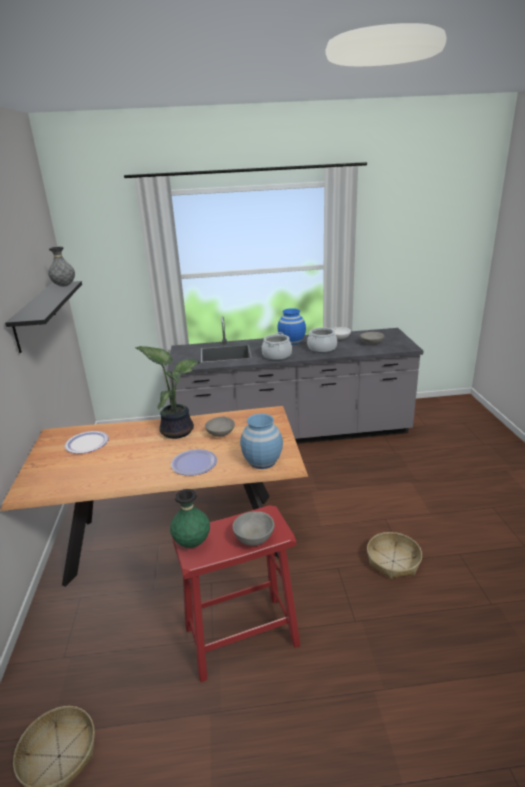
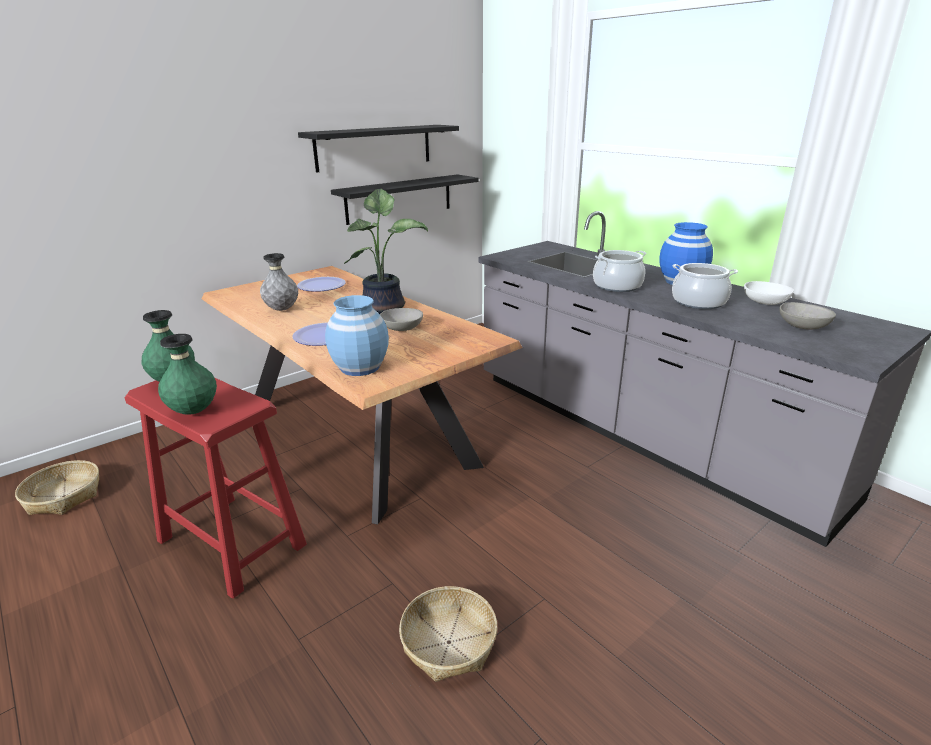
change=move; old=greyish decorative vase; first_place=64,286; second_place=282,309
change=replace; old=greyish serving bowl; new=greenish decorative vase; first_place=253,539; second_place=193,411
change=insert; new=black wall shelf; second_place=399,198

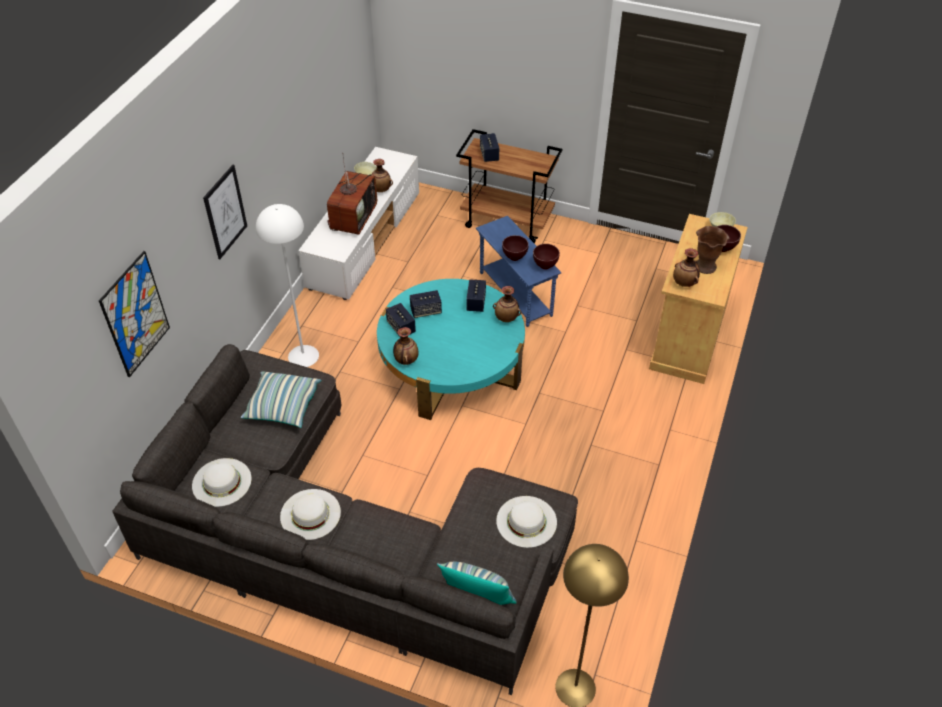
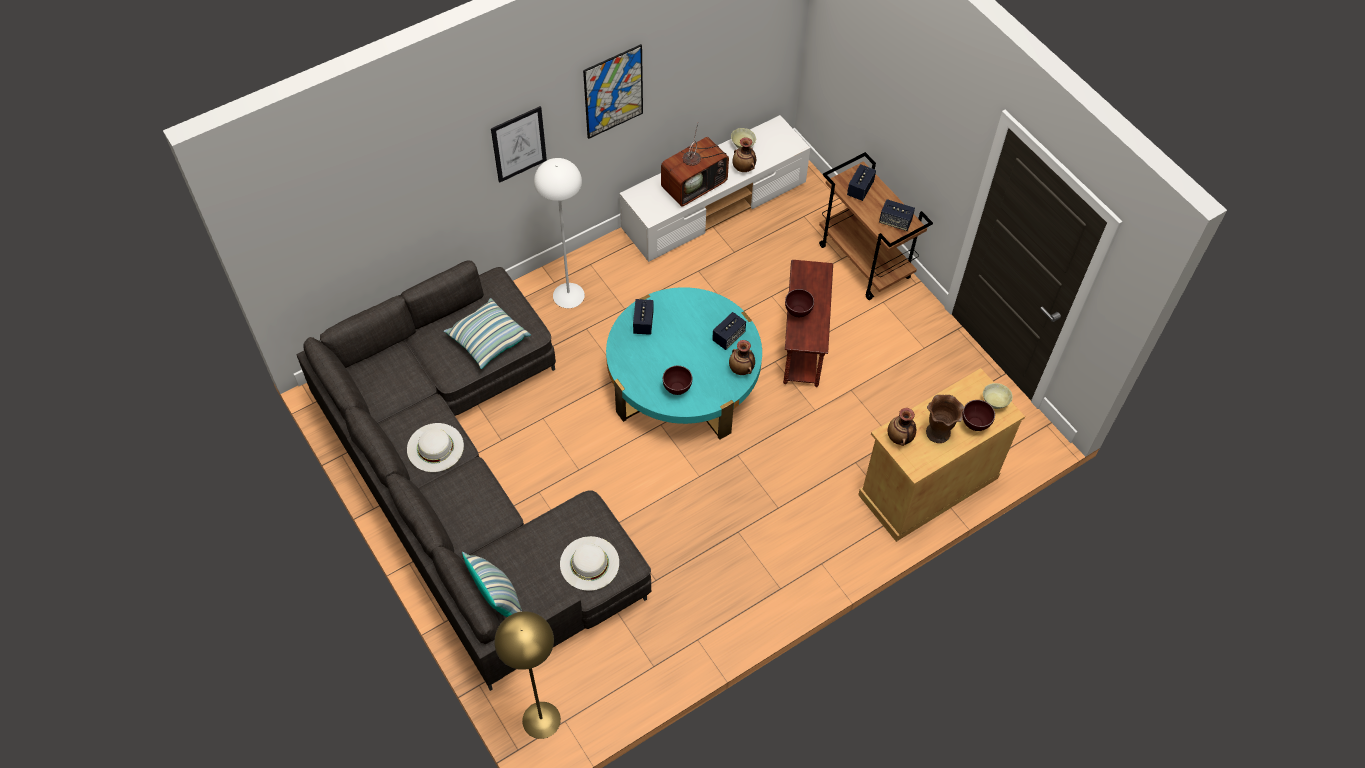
change=recolor; old=bluish end table; new=brown-coloured end table; first_place=516,294; second_place=804,344
change=move; old=brown-coloured serving bowl; first_place=545,266; second_place=677,390
change=move; old=picture; first_place=135,314; second_place=613,92
change=move; old=speaker; first_place=426,311; second_place=895,222
change=delete; old=decorative vase; first_place=406,360
change=delete; old=white hat; first_place=222,482

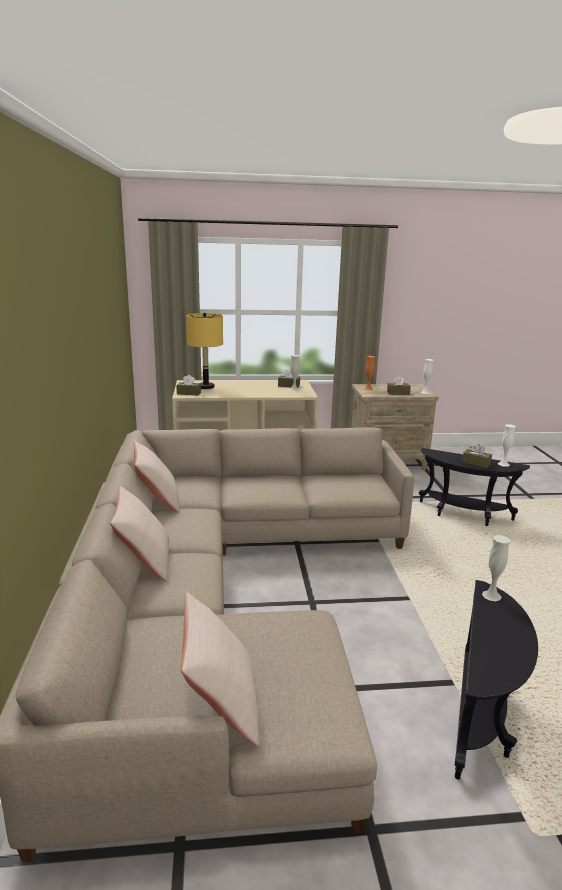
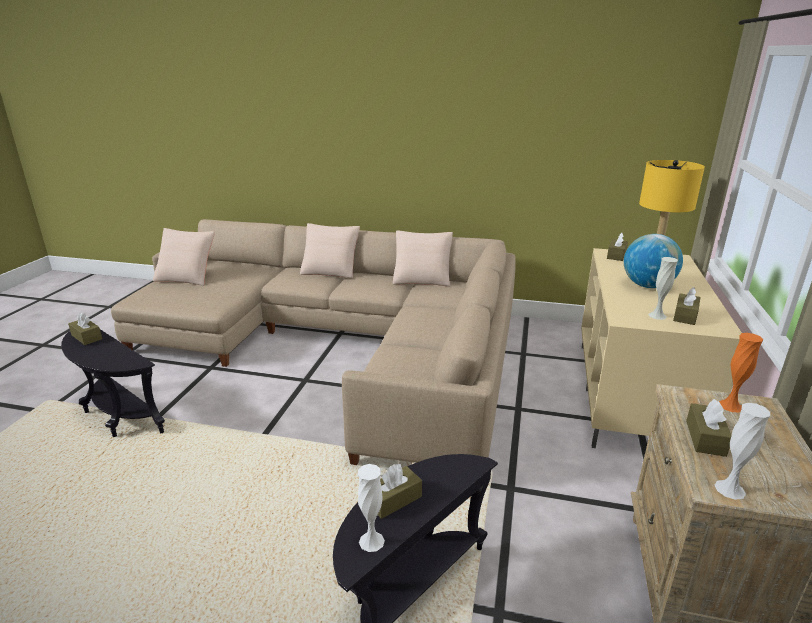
change=delete; old=white decorative vase; first_place=491,595
change=insert; new=desk globe; second_place=647,286
change=insert; new=brown-coloured tissue holder; second_place=87,337

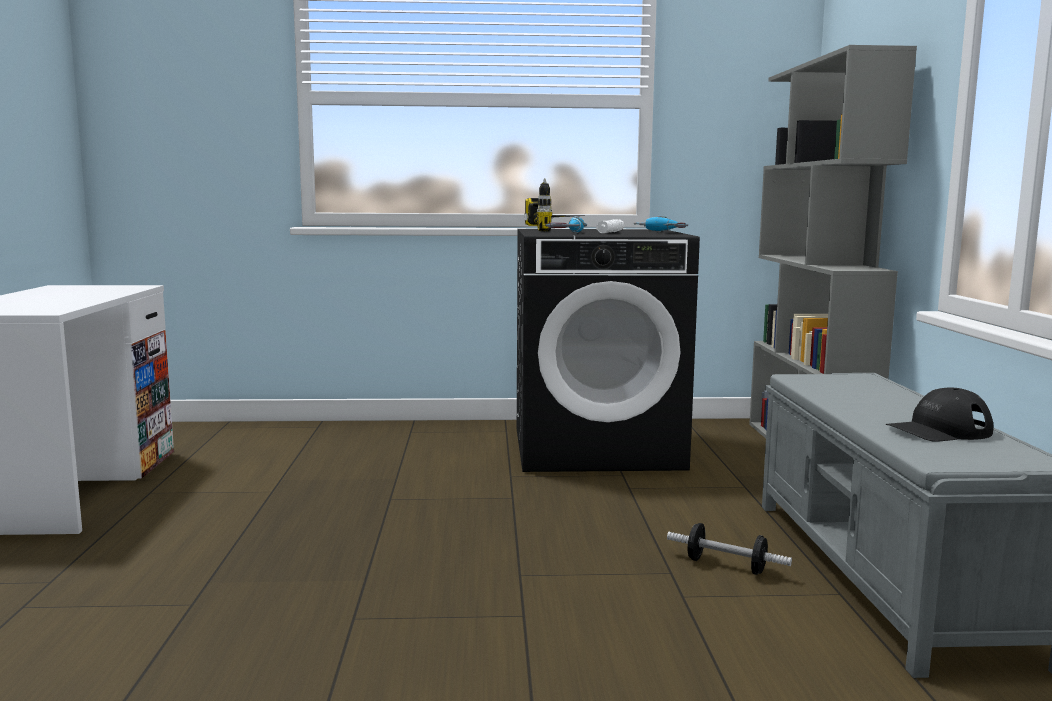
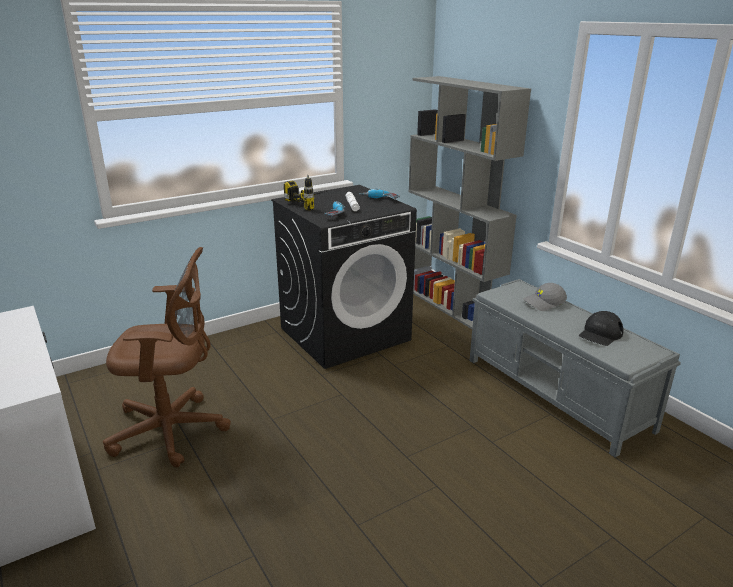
change=delete; old=dumbbell; first_place=726,566
change=insert; new=brown-coloured computer chair; second_place=173,431
change=insert; new=greyish cap; second_place=544,303

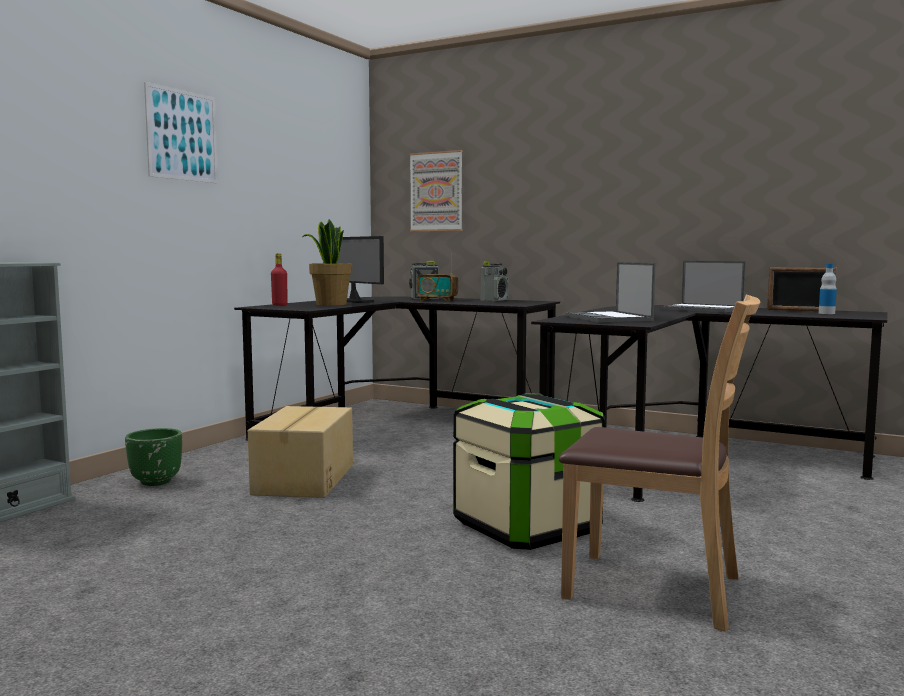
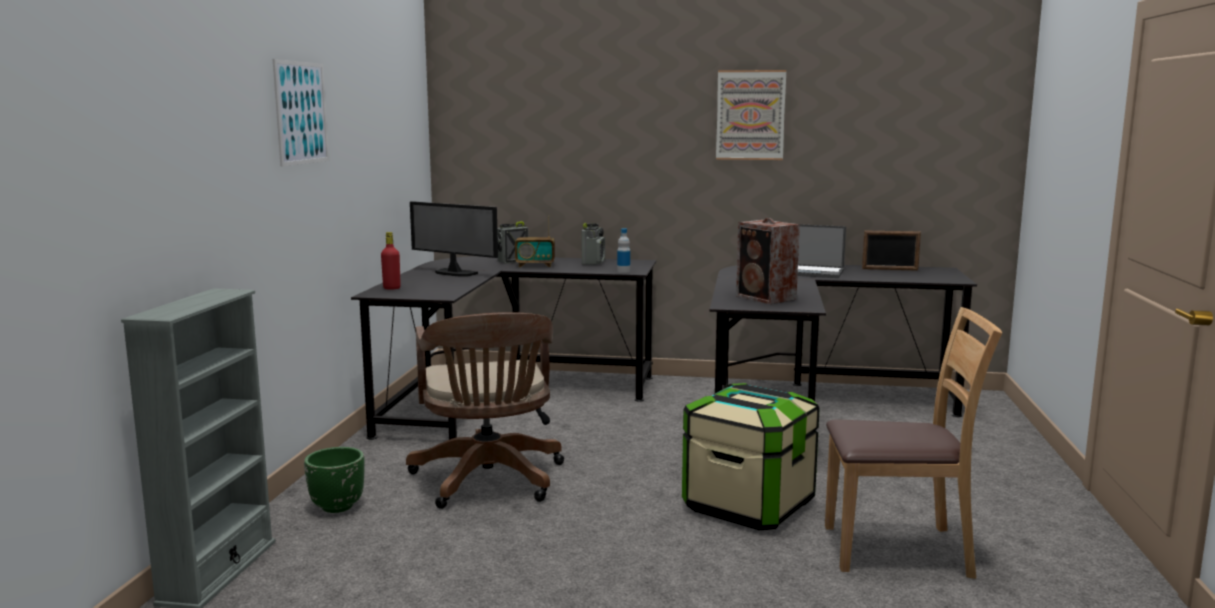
change=move; old=picture; first_place=436,191; second_place=750,115
change=delete; old=potted plant; first_place=330,304
change=replace; old=portable computer; new=speaker; first_place=609,318; second_place=766,298
change=move; old=drink bottle; first_place=826,313; second_place=623,271
change=replace; old=packing box; new=brown-coloured computer chair; first_place=303,479; second_place=489,482

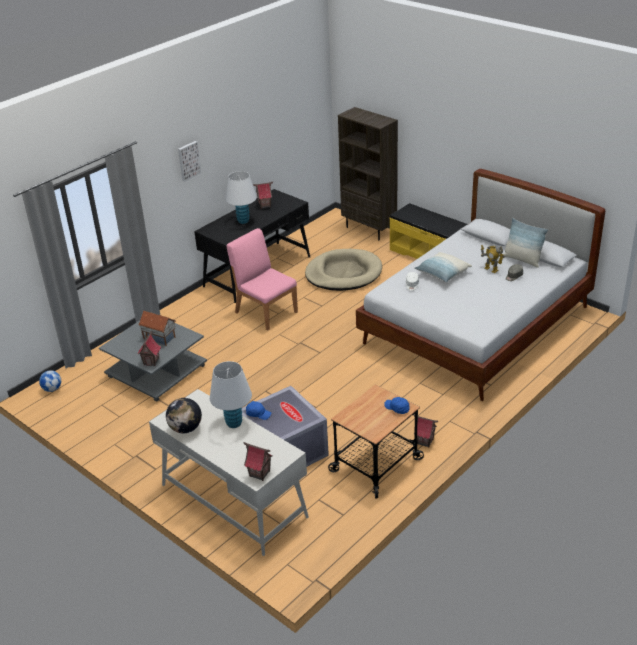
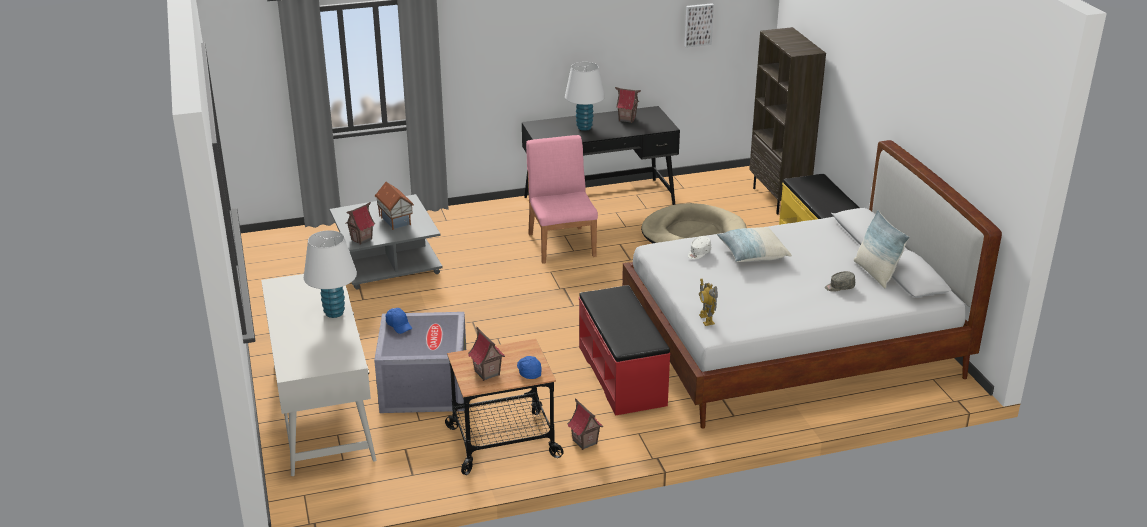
change=move; old=picture; first_place=188,160; second_place=698,24
change=move; old=robot figure; first_place=491,269; second_place=706,319
change=delete; old=ball for football; first_place=52,389
change=delete; old=desk globe; first_place=185,429
change=move; old=toy house; first_place=259,474; second_place=487,373
change=insert; new=red indoor bench; second_place=622,375

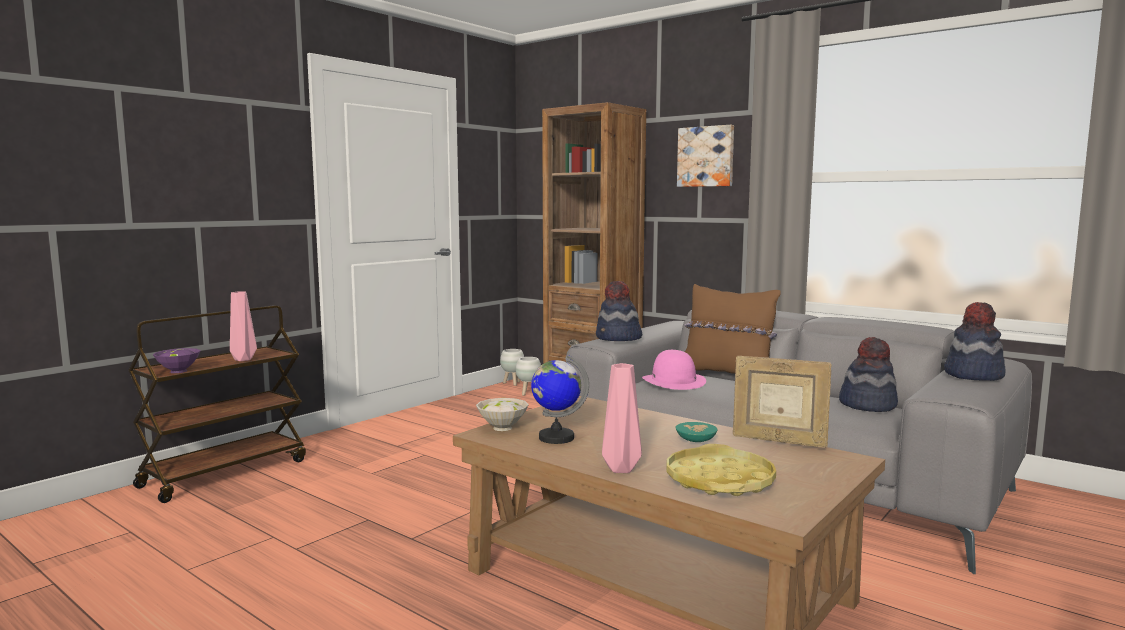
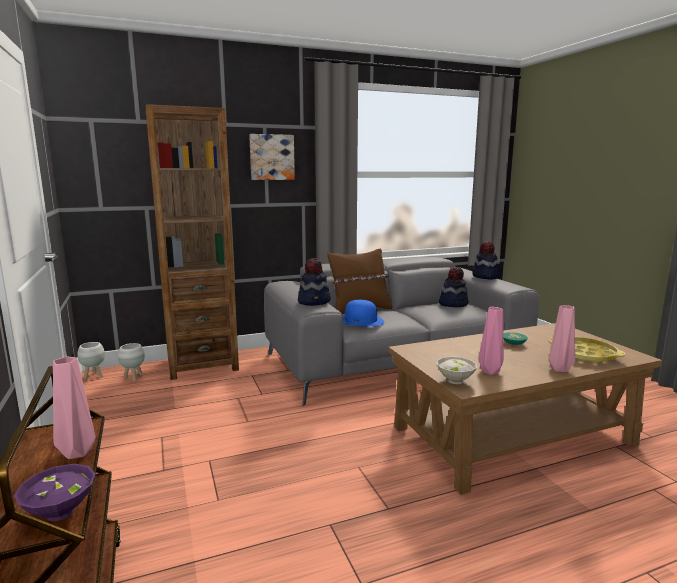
change=recolor; old=pink-coloured hat; new=bluish hat; first_place=674,381; second_place=361,321
change=replace; old=desk globe; new=pink-coloured decorative vase; first_place=556,438; second_place=489,371
change=delete; old=photo frame; first_place=778,441

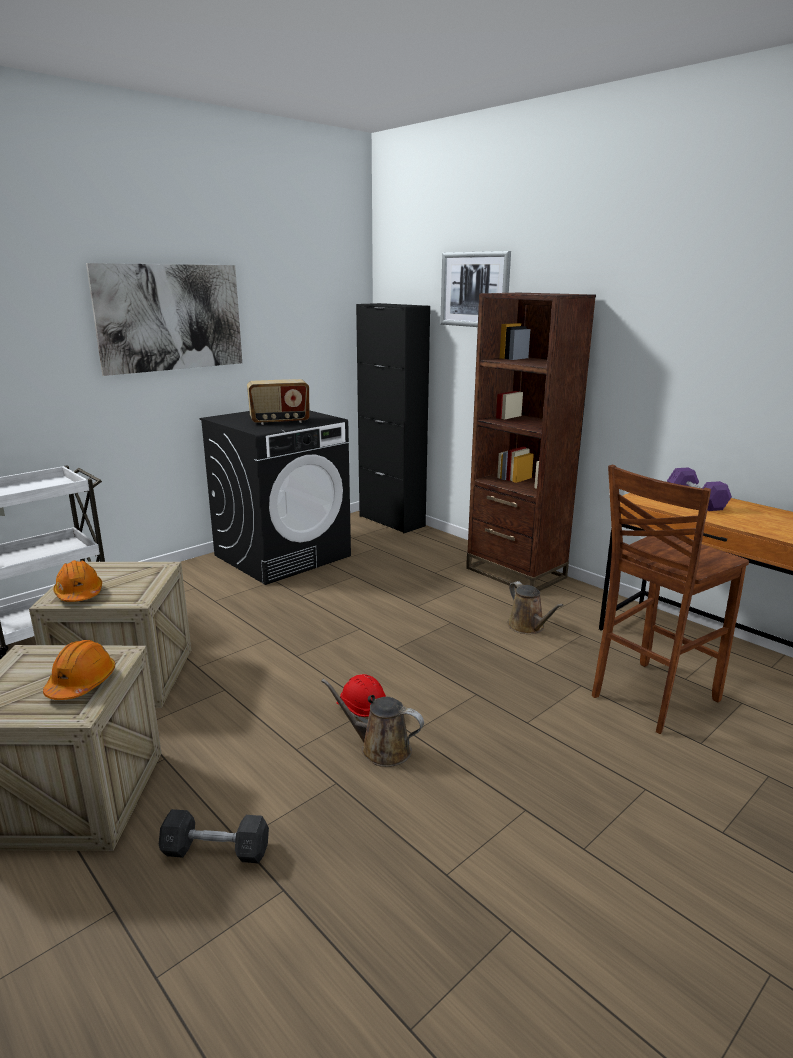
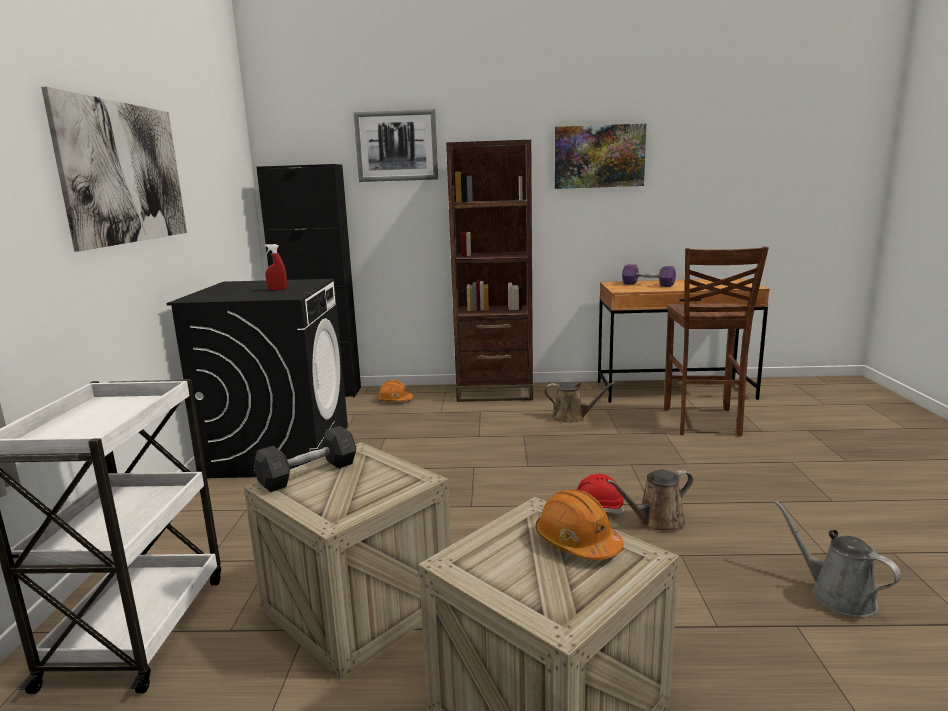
change=replace; old=radio; new=red spray bottle; first_place=279,421; second_place=277,289
change=move; old=orangey safety helmet; first_place=79,593; second_place=395,400
change=move; old=greyish dumbbell; first_place=216,850; second_place=308,474
change=insert; new=picture; second_place=599,156
change=insert; new=greyish watering can; second_place=837,595

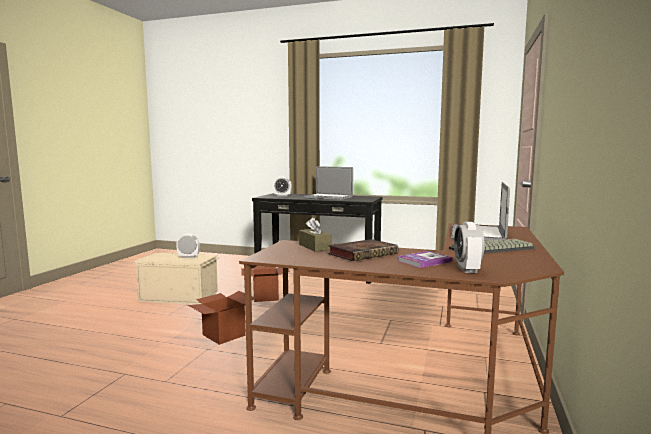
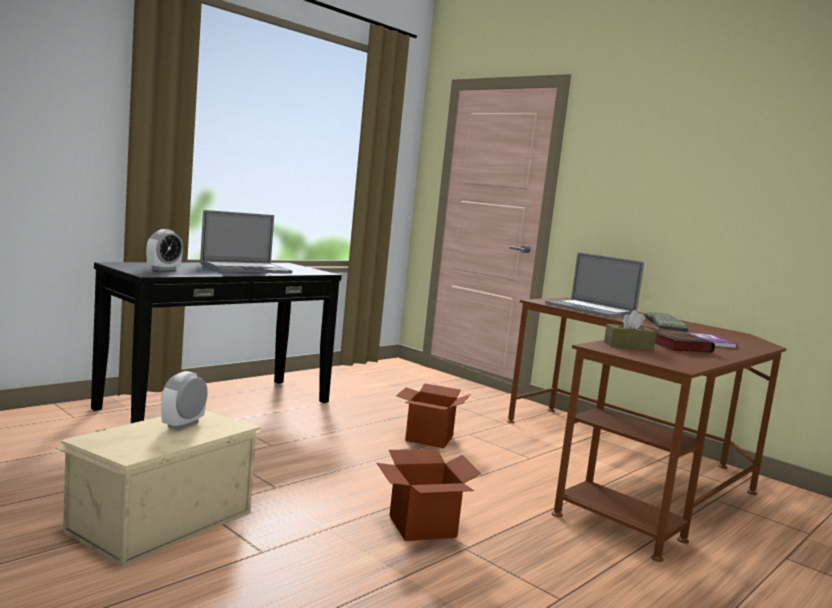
change=delete; old=table clock; first_place=467,269
change=move; old=packing box; first_place=266,297; second_place=429,438

